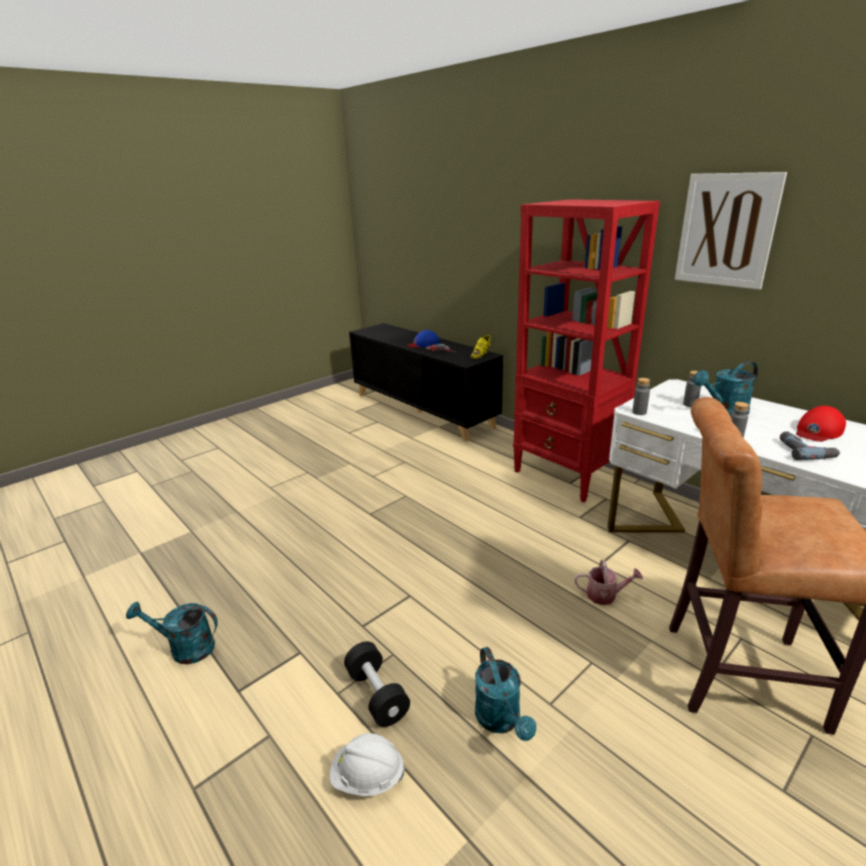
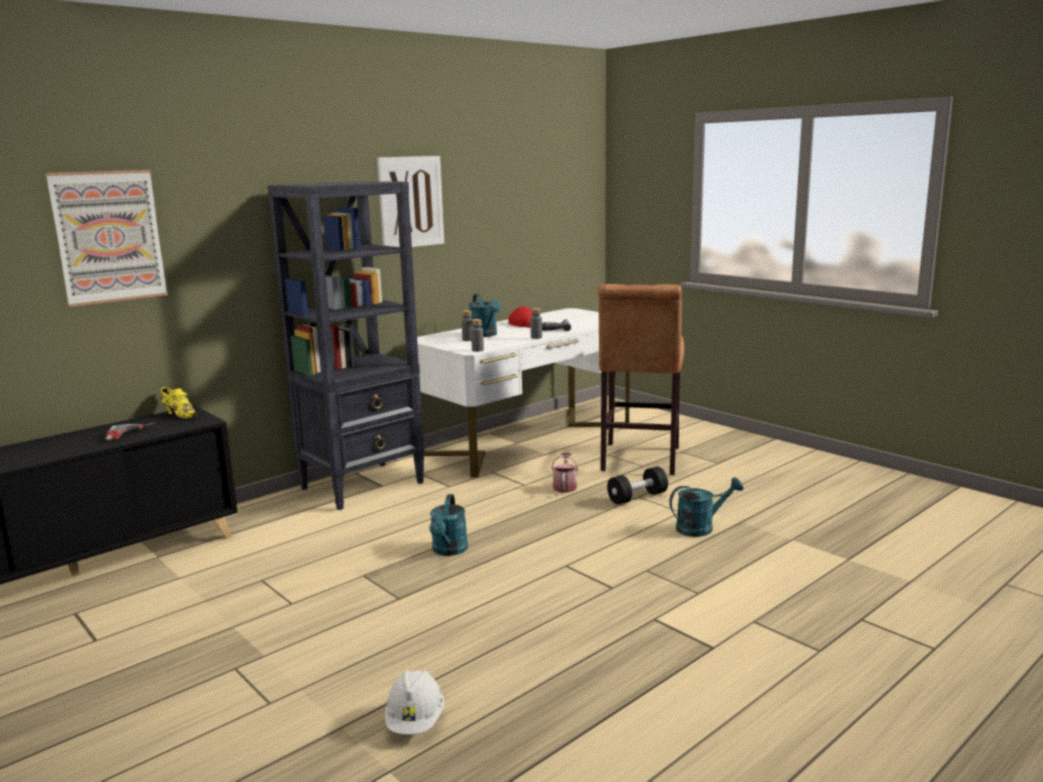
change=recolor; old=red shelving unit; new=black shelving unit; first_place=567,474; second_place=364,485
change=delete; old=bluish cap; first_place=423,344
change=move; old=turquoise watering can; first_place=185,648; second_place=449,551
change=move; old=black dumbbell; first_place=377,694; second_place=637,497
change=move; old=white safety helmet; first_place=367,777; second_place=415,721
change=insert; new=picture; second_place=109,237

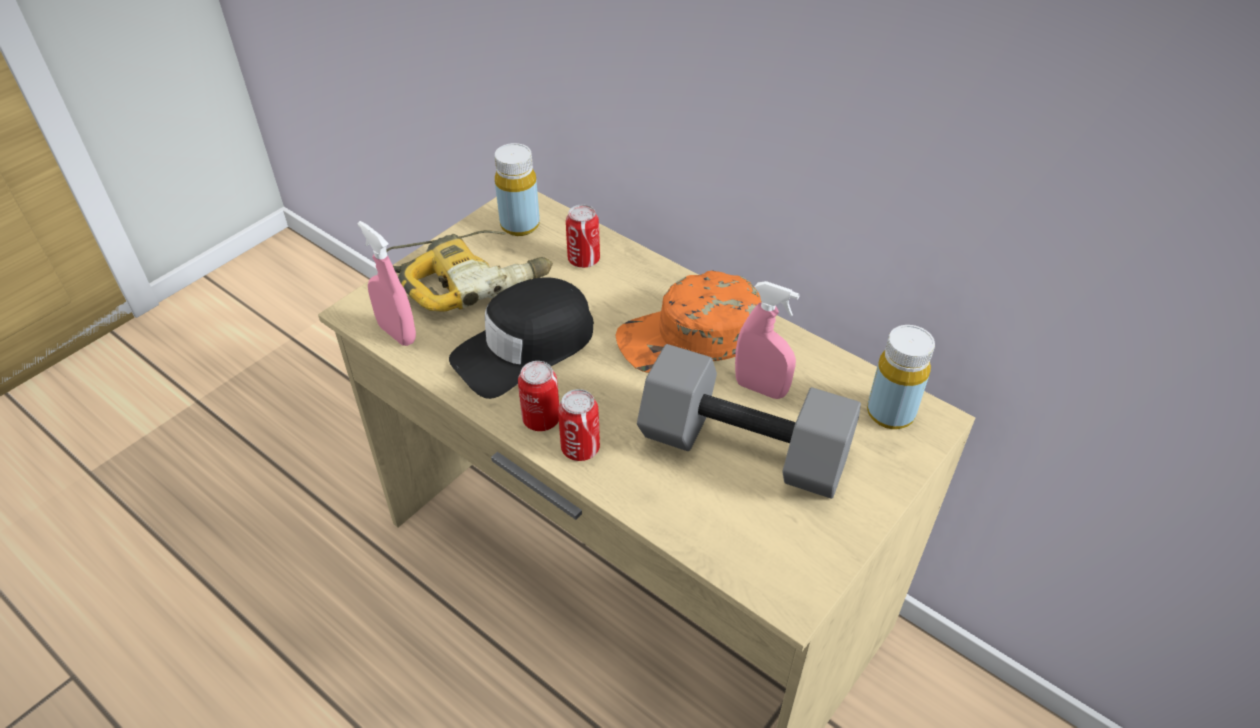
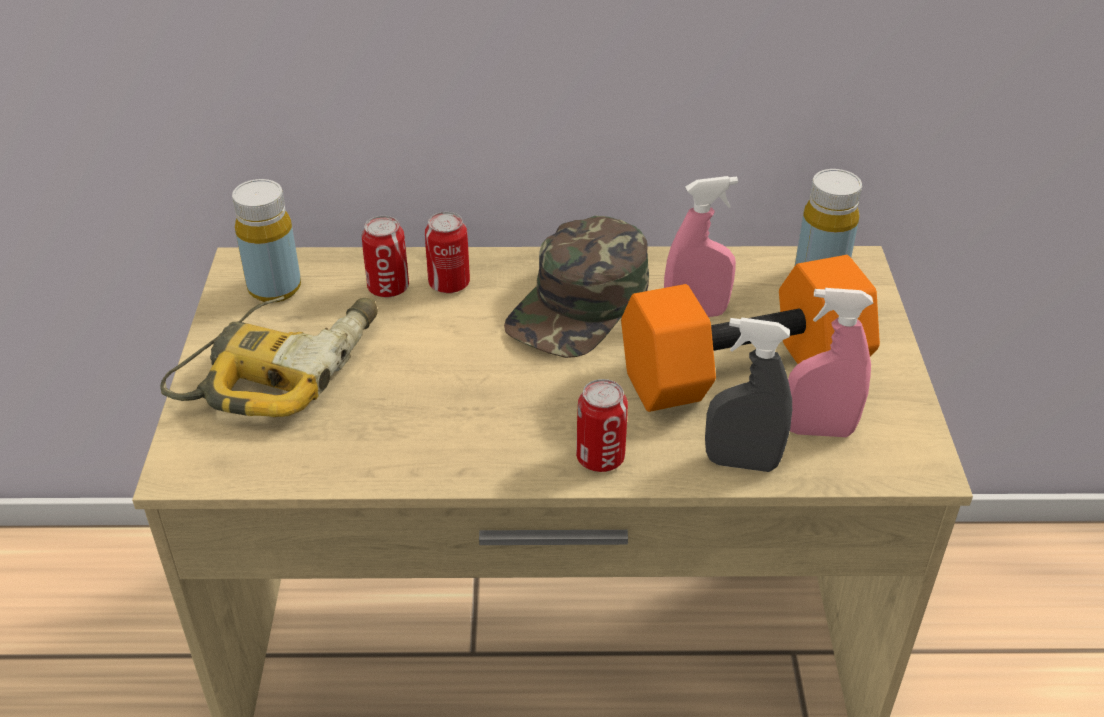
change=move; old=pink-coloured spray bottle; first_place=397,333; second_place=818,430
change=recolor; old=orangey cap; new=greenish cap; first_place=689,337; second_place=580,304
change=delete; old=black cap; first_place=525,347
change=recolor; old=greyish dumbbell; new=orangey dumbbell; first_place=741,450; second_place=742,374
change=move; old=can; first_place=541,419; second_place=449,284
change=insert; new=greyish spray bottle; second_place=741,462

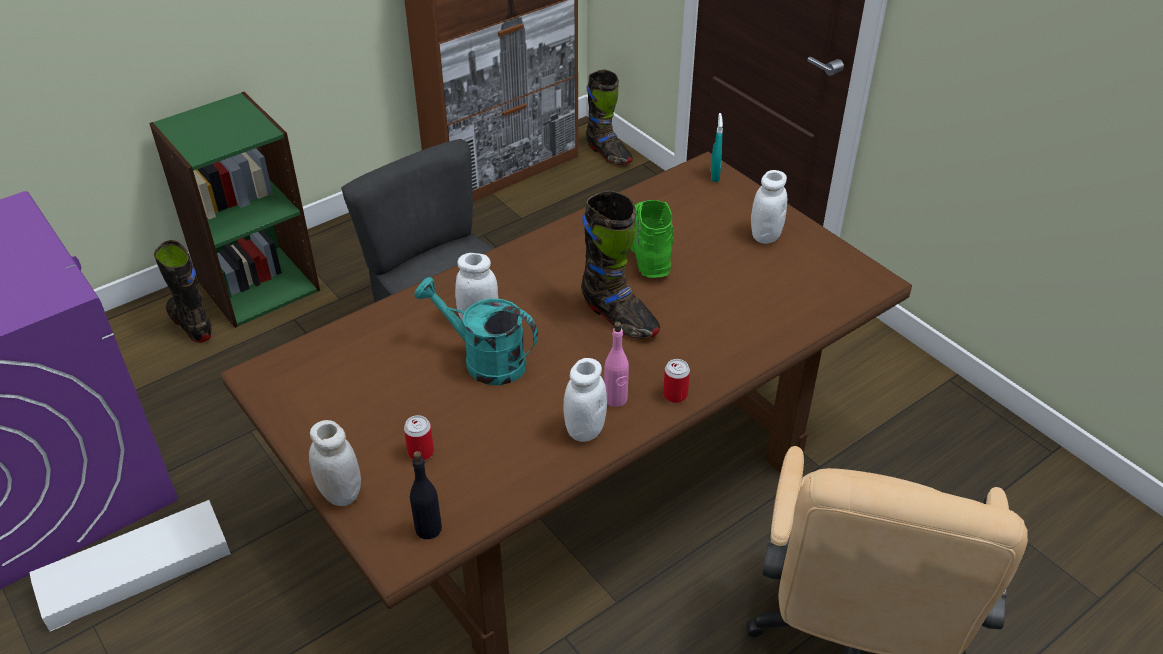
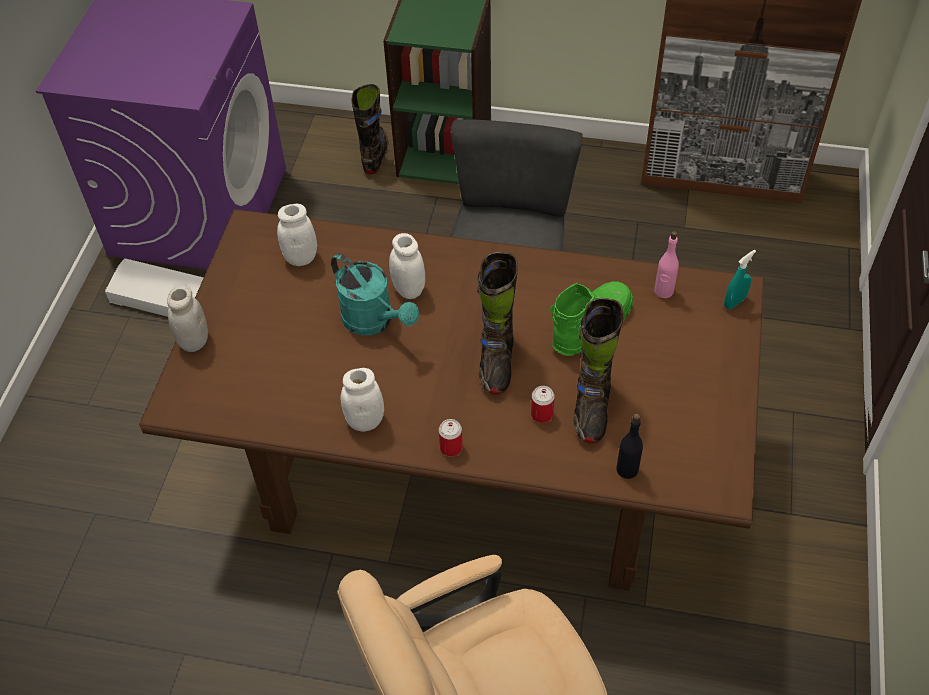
change=move; old=black high-top boot; first_place=608,154; second_place=591,407
change=move; old=white preserve jar; first_place=765,236; second_place=301,258
change=rotate; old=turquoise watering can; first_place=484,360; second_place=374,321; degrees=150
change=move; old=pink-coloured drink bottle; first_place=615,399; second_place=663,291
change=move; old=can; first_place=421,452; second_place=542,414
change=move; old=black drink bottle; first_place=428,528; second_place=627,469

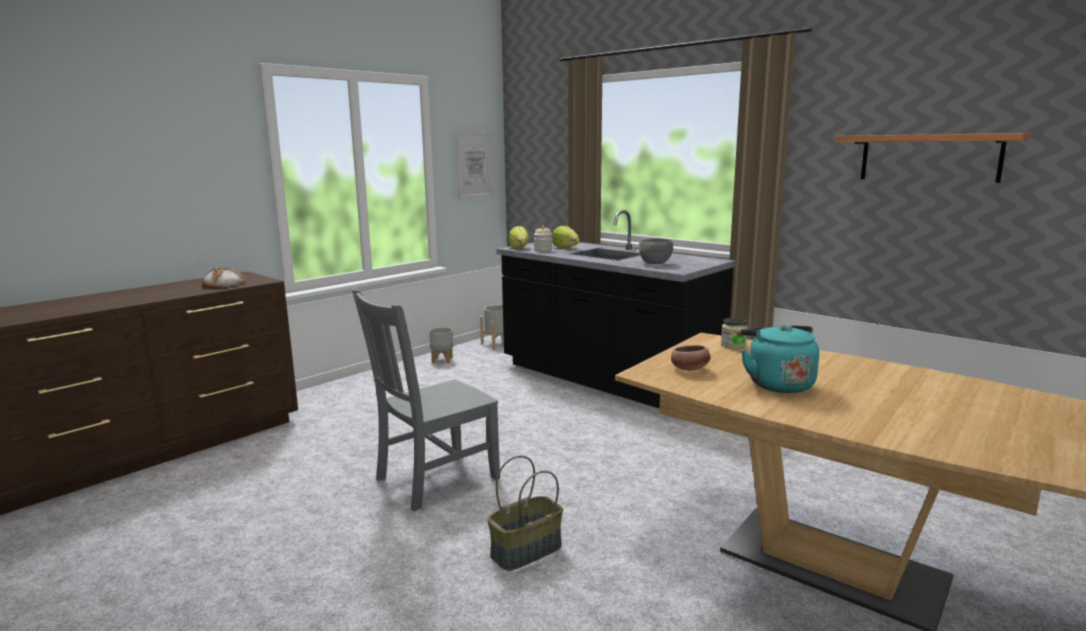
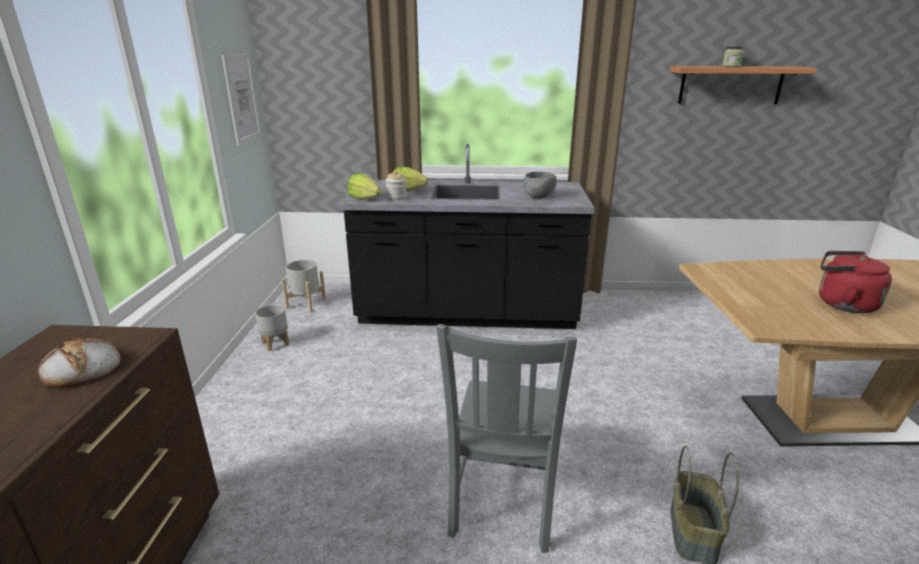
change=move; old=preserve jar; first_place=733,345; second_place=731,66
change=recolor; old=turquoise water kettle; new=red water kettle; first_place=777,384; second_place=842,303
change=delete; old=serving bowl; first_place=690,369

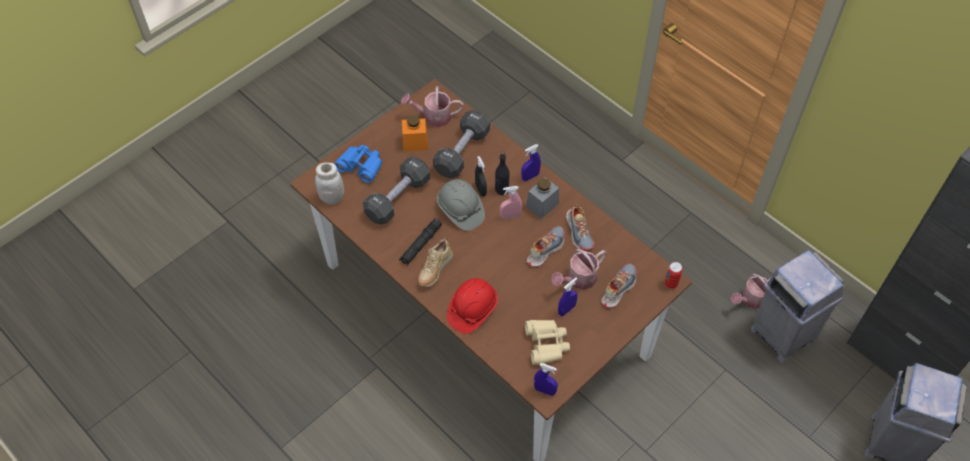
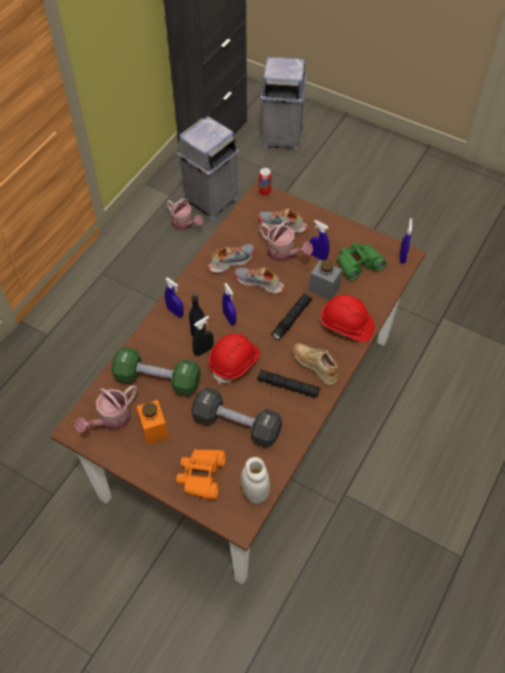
change=rotate; old=watering can; first_place=433,117; second_place=111,420; degrees=60
change=recolor; old=black dumbbell; new=greenish dumbbell; first_place=462,152; second_place=157,379
change=recolor; old=bluish field glasses; new=orangey field glasses; first_place=361,166; second_place=202,475
change=move; old=greyish preserve jar; first_place=542,205; second_place=324,288
change=recolor; old=greyish safety helmet; new=red safety helmet; first_place=460,210; second_place=234,362
change=recolor; old=pink-coloured spray bottle; new=bluish spray bottle; first_place=510,216; second_place=229,318
change=rotate; old=beige item of footwear; first_place=434,270; second_place=315,366; degrees=-150
change=recolor; old=beige field glasses; new=greenish field glasses; first_place=546,344; second_place=358,264
change=insert; new=black torch; second_place=291,319

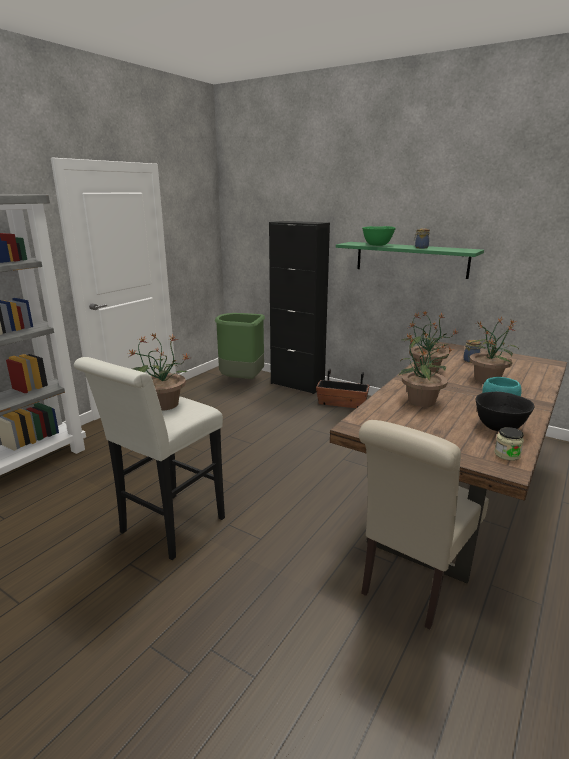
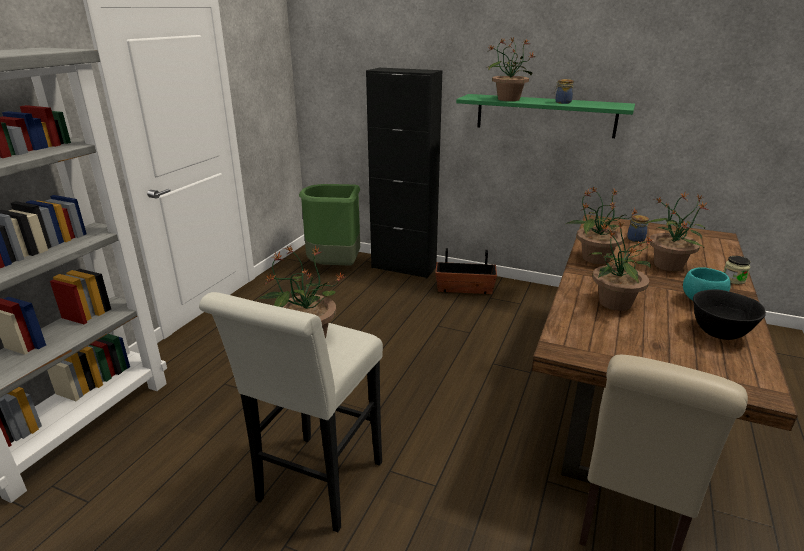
change=replace; old=greenish serving bowl; new=potted plant; first_place=377,245; second_place=508,99
change=move; old=preserve jar; first_place=507,454; second_place=733,279

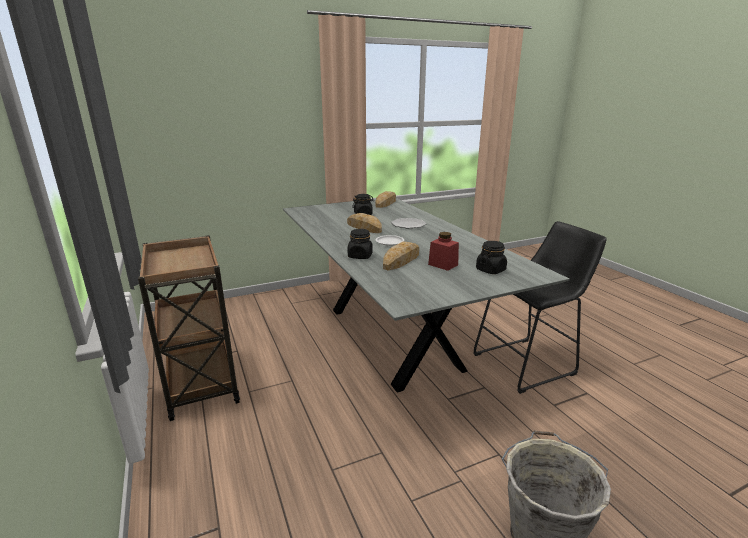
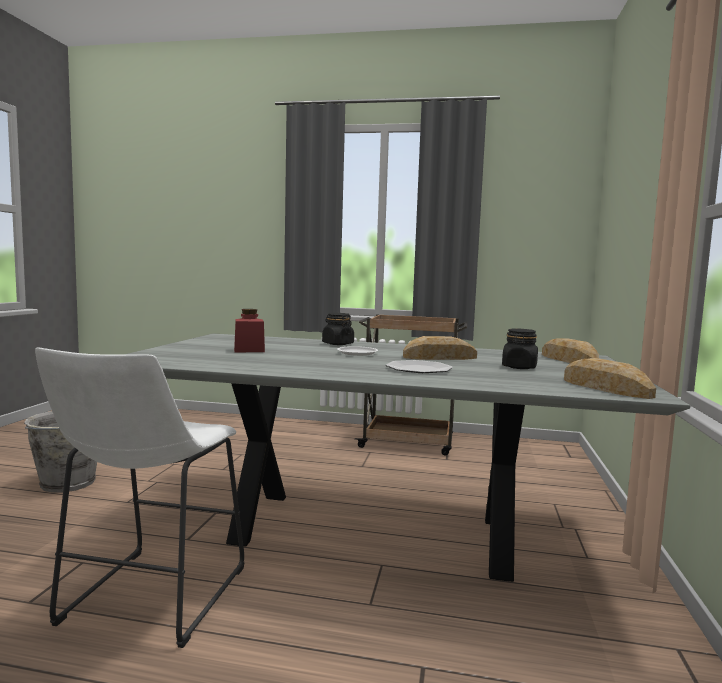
change=recolor; old=black stool seat; new=white stool seat; first_place=528,363; second_place=149,600
change=move; old=bakery bread; first_place=401,260; second_place=568,360
change=delete; old=black preserve jar; first_place=490,270

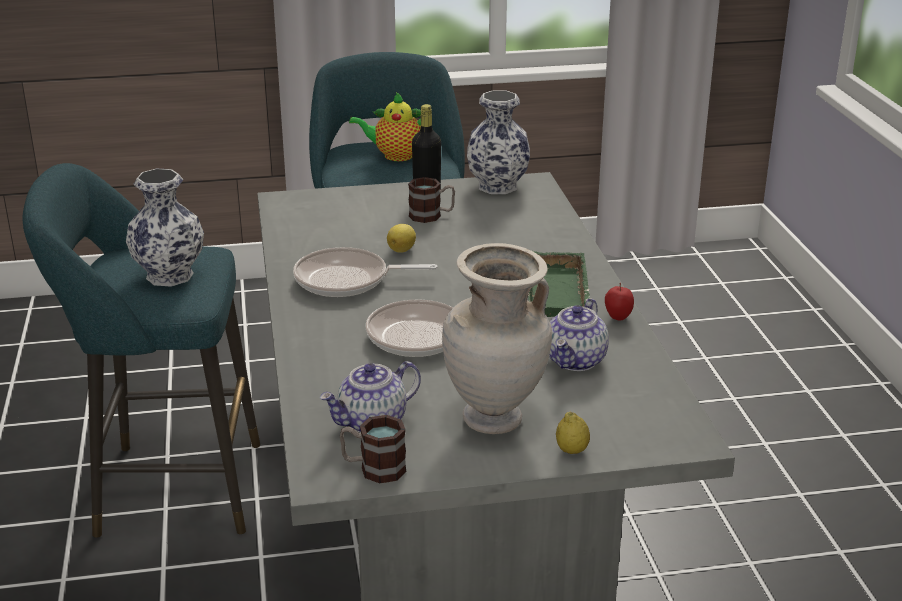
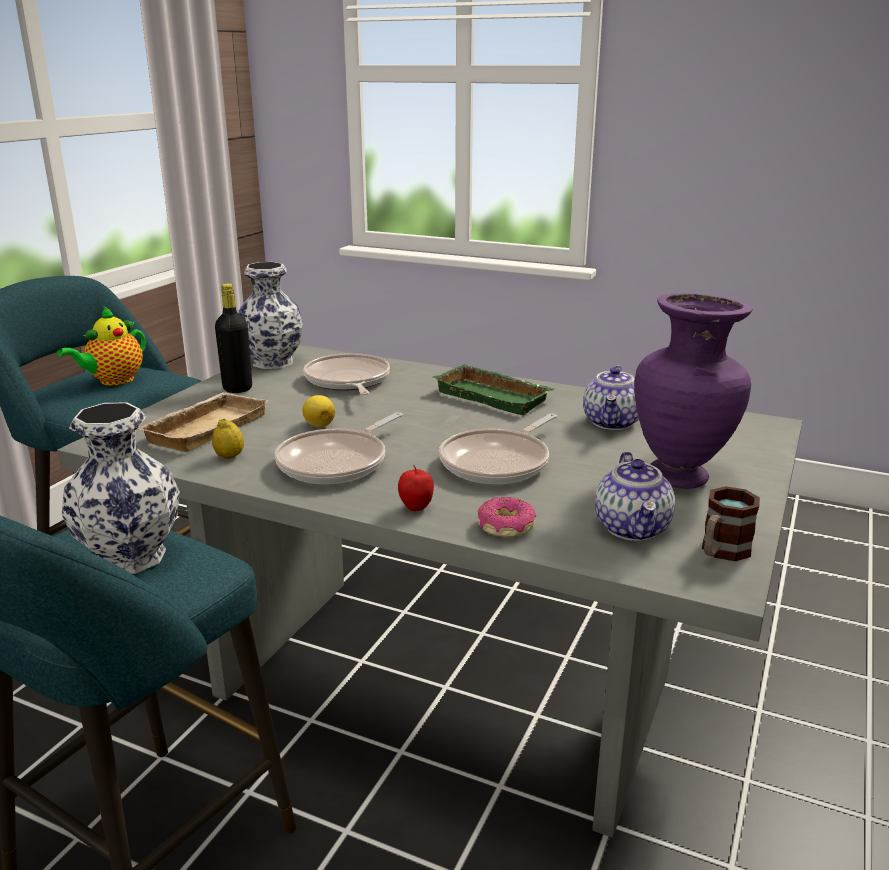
change=delete; old=coffee mug; first_place=431,216
change=recolor; old=beige decorative vase; new=purple-coloured decorative vase; first_place=494,421; second_place=680,477
change=move; old=apple fruit; first_place=618,318; second_place=416,508
change=rotate; old=pot for tea; first_place=576,361; second_place=612,423; degrees=45
change=move; old=whole lemon; first_place=572,451; second_place=229,457
change=insert; new=frying pan; second_place=348,381
change=insert; new=beige serving tray; second_place=205,428
change=insert; new=doughnut; second_place=505,527

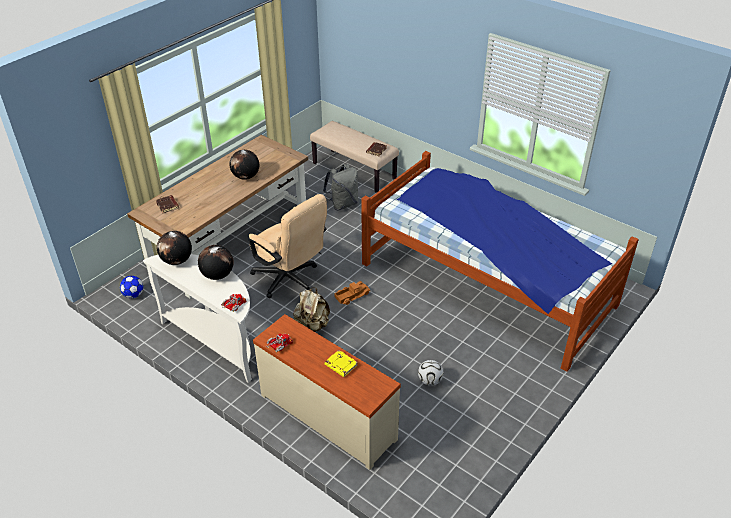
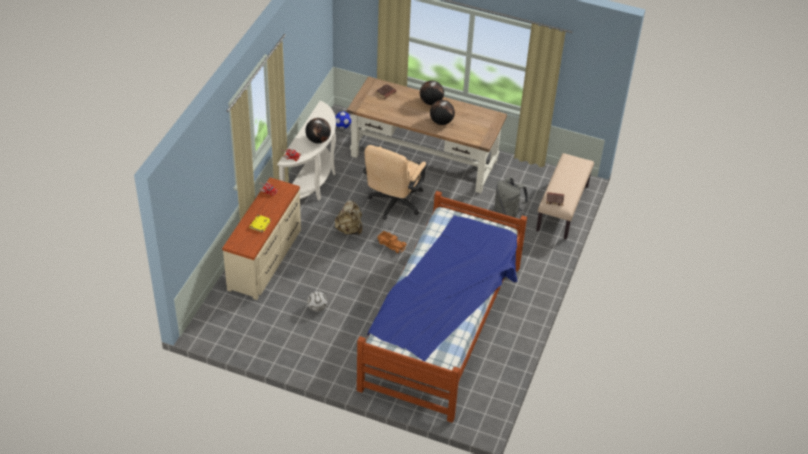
change=move; old=desk globe; first_place=177,261; second_place=431,102

